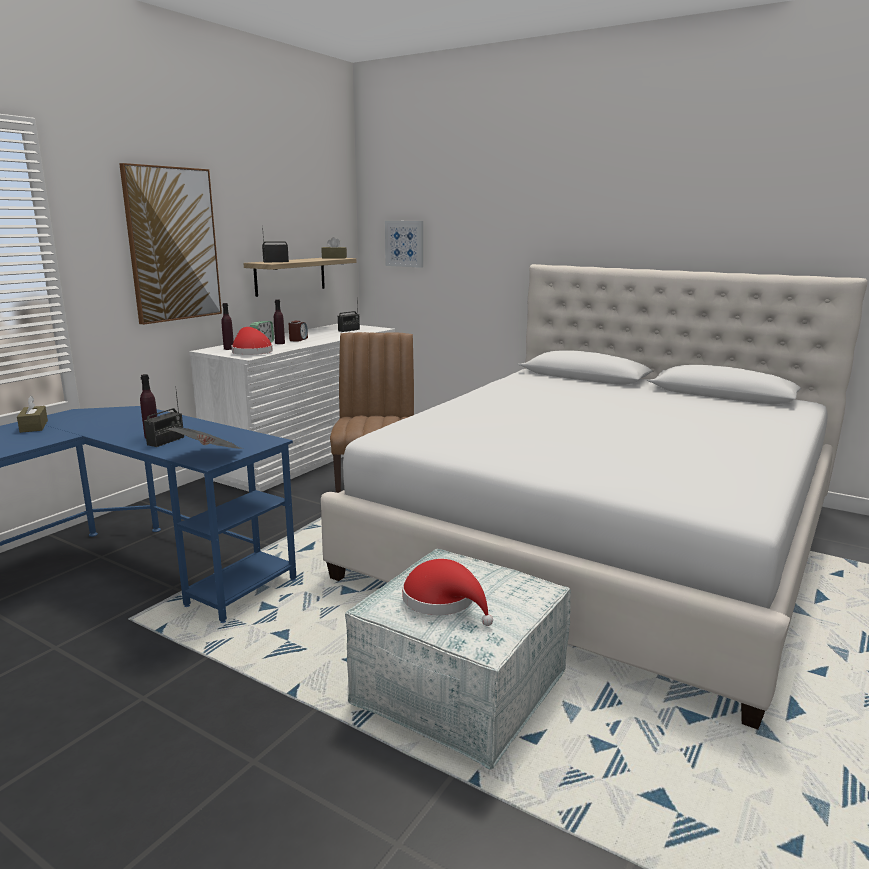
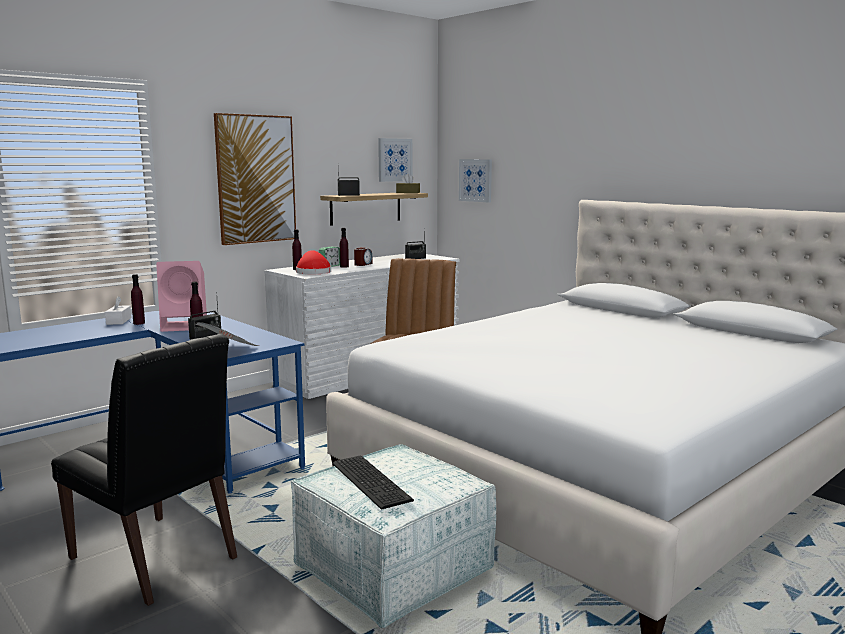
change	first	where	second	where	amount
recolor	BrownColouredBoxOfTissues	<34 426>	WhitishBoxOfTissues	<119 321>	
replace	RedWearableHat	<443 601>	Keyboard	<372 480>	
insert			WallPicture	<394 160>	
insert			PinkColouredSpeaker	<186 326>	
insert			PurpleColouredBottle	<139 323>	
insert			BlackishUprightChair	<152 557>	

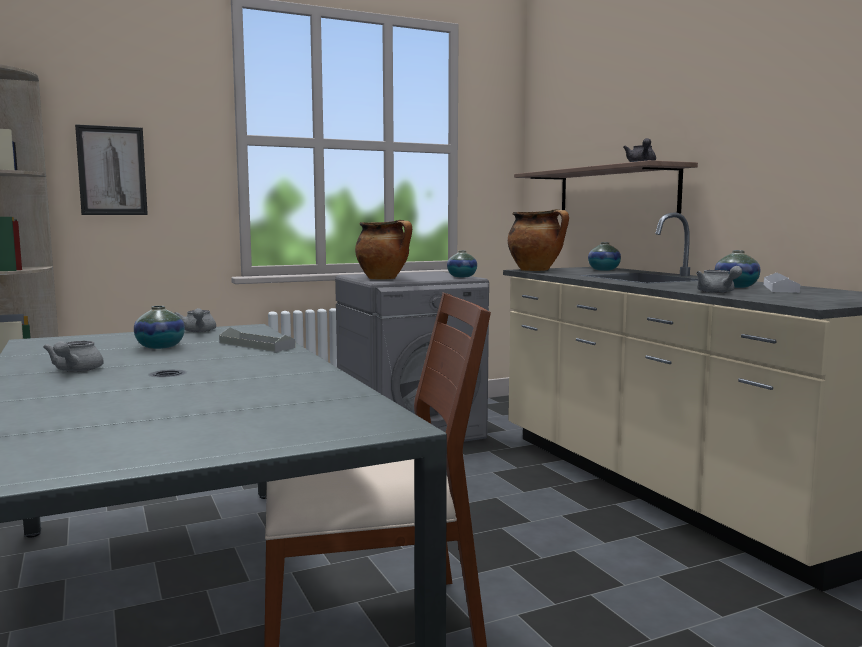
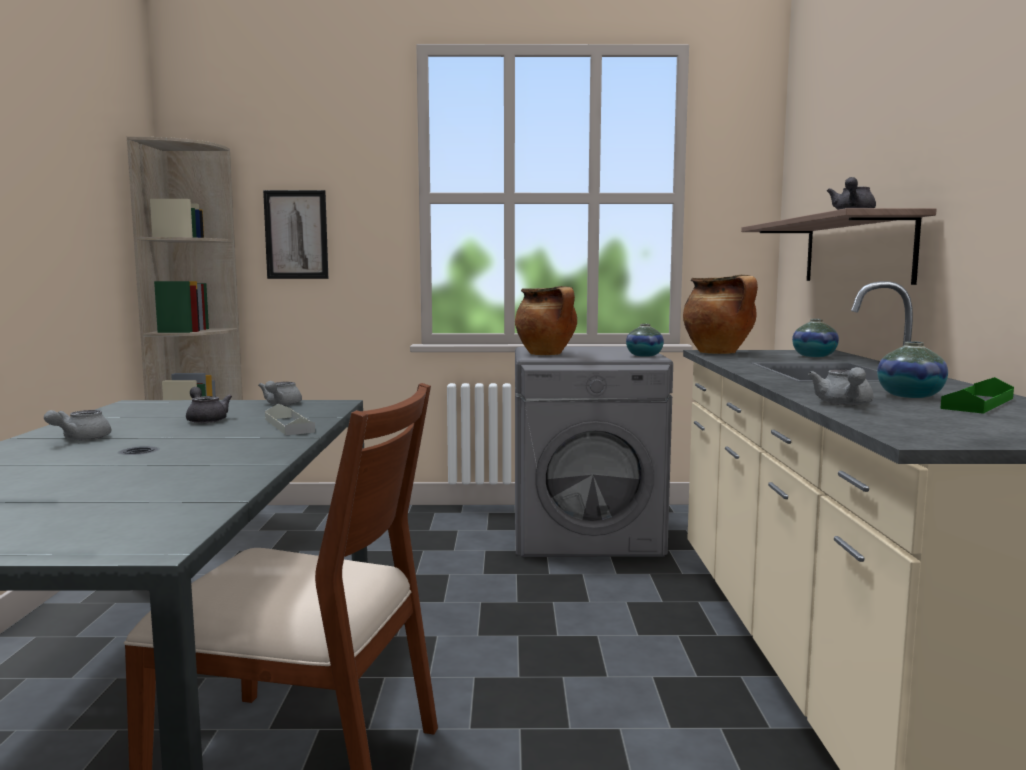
change	first	where	second	where	amount
recolor	WhitishTray	<780 288>	GreenishTray	<978 403>	
replace	FlowerVase	<160 347>	GrayPotForTea	<206 419>	

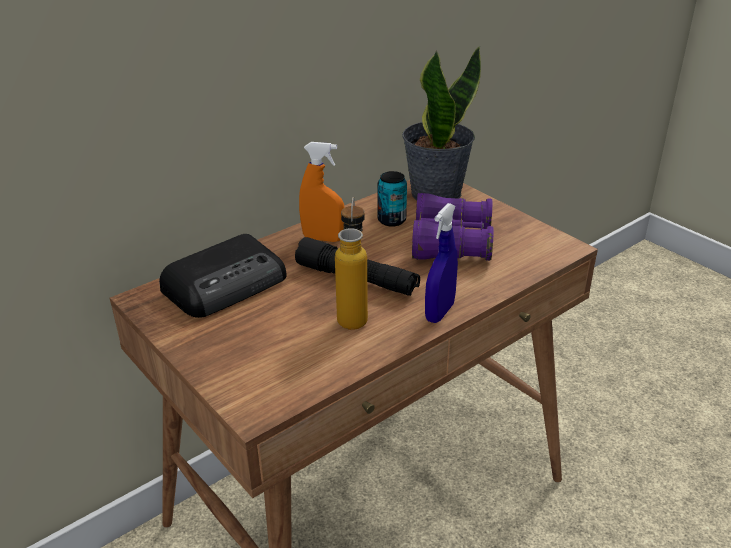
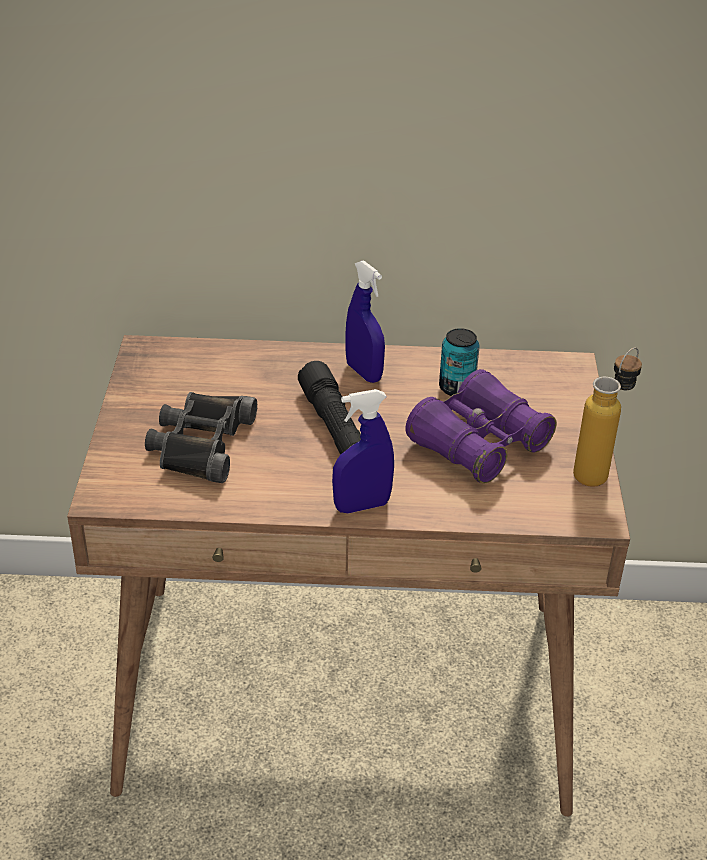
change	first	where	second	where	amount
delete	Houseplant	<435 193>			
recolor	OrangeHandSprayer	<323 238>	BlueHandSprayer	<364 372>	
move	Bottle	<353 314>		<599 470>	
delete	Radio	<227 284>			
insert			BlackishPairOfBinoculars	<200 443>	

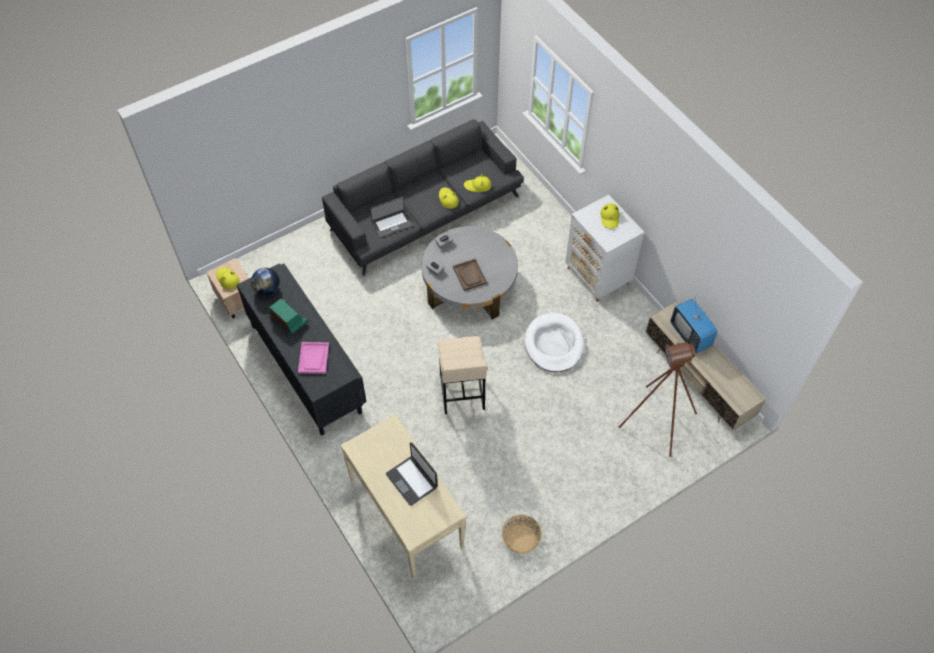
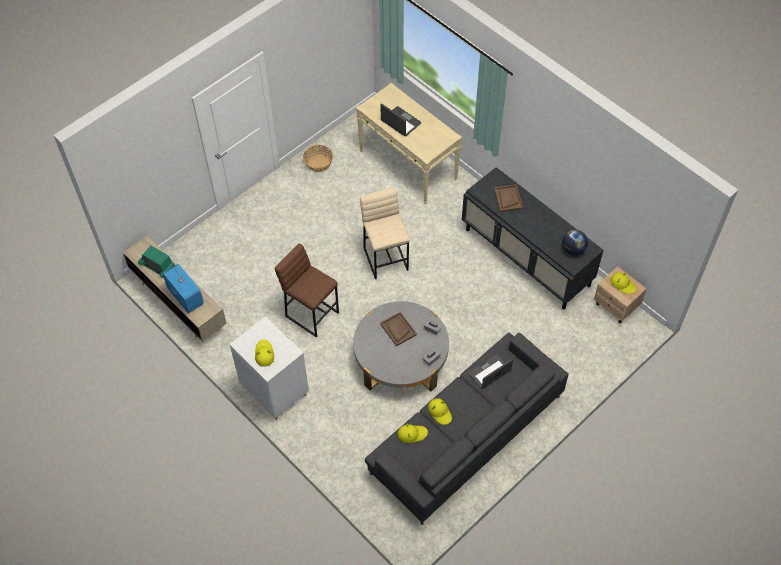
change	first	where	second	where	amount
move	Radio	<288 319>		<157 265>	
replace	WhitishDogBed	<554 344>	BrownColouredSittingStool	<311 313>	
recolor	PinkColouredTray	<314 358>	BrownColouredTray	<508 199>	
delete	BrownColouredStandingLamp	<657 420>			

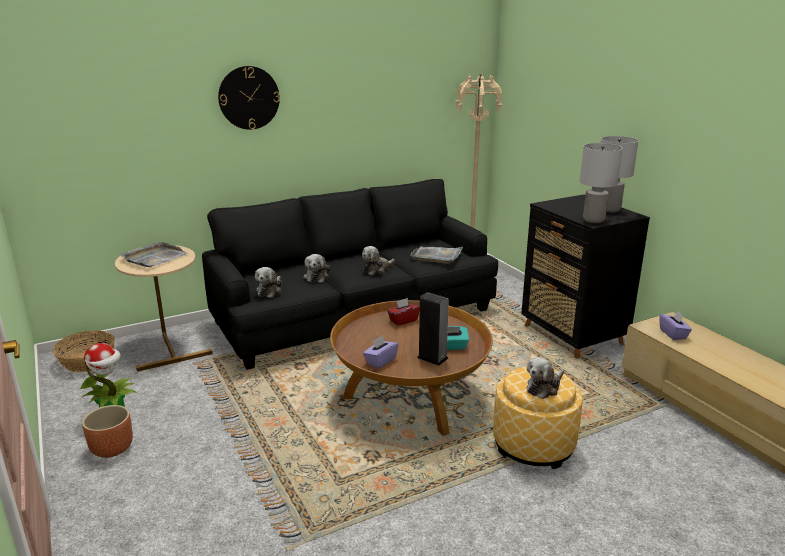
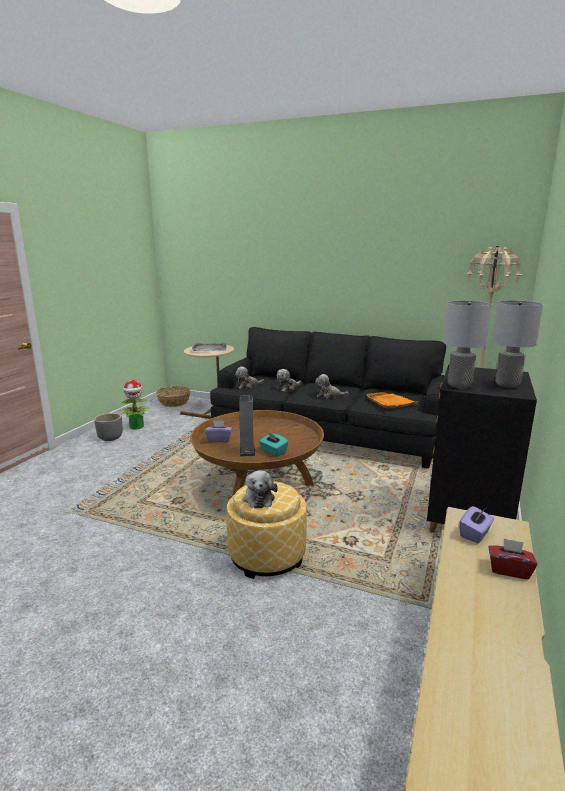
change	first	where	second	where	amount
delete	ClockOnTheWall	<249 98>			
recolor	GrayTray	<437 256>	OrangeTray	<390 402>	
move	RedBoxOfTissues	<403 320>		<509 570>	
rotate	CuddlyToy	<544 387>		<258 498>	105 degrees counterclockwise
recolor	BrownColouredPlantPot	<112 449>	GrayPlantPot	<110 438>	

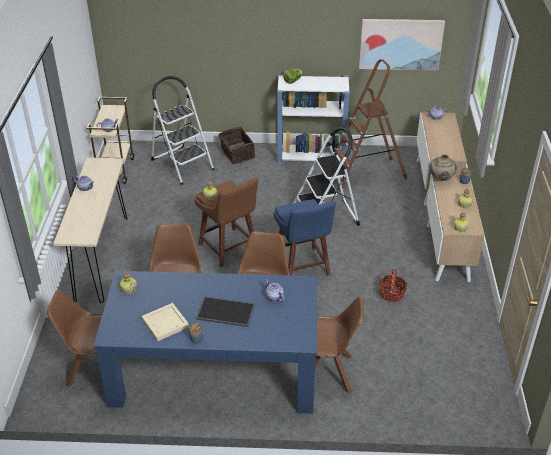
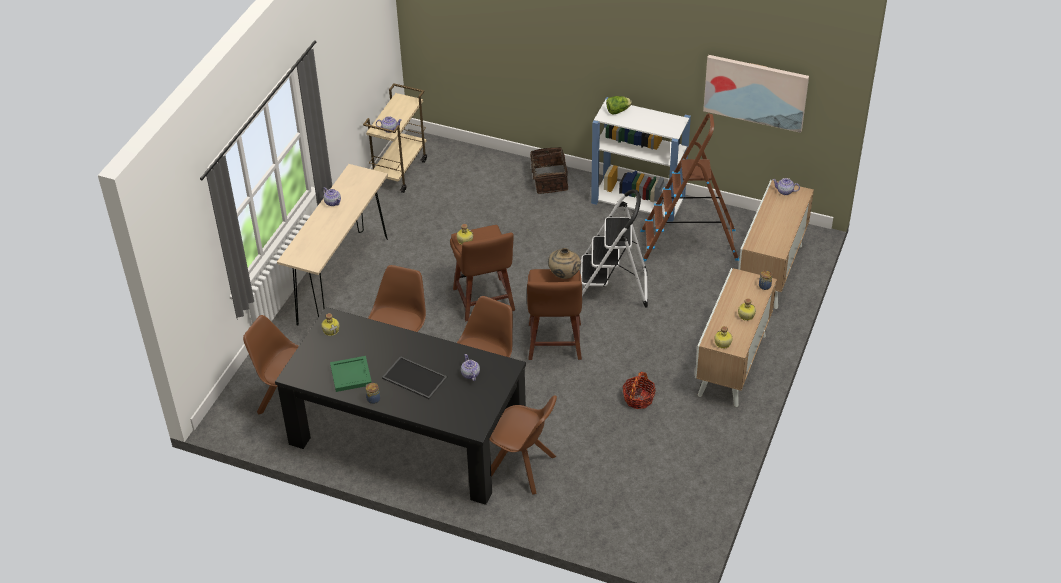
change	first	where	second	where	amount
delete	StepLadder	<181 164>			
move	SandColouredFlowerVase	<440 179>		<564 276>	
recolor	BlueSittingStool	<302 267>	BrownColouredSittingStool	<554 344>	
recolor	BlueKitchenTable	<214 371>	BlackishKitchenTable	<407 435>	
recolor	SandColouredTray	<165 324>	GreenishTray	<350 376>	

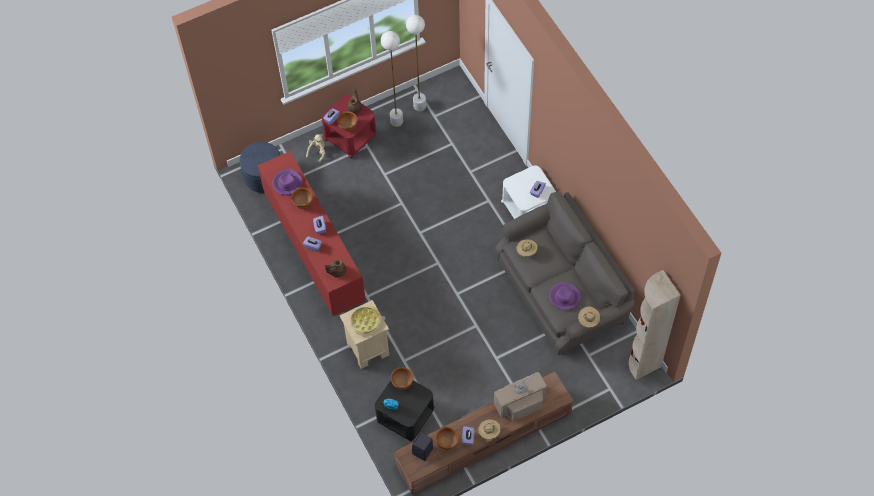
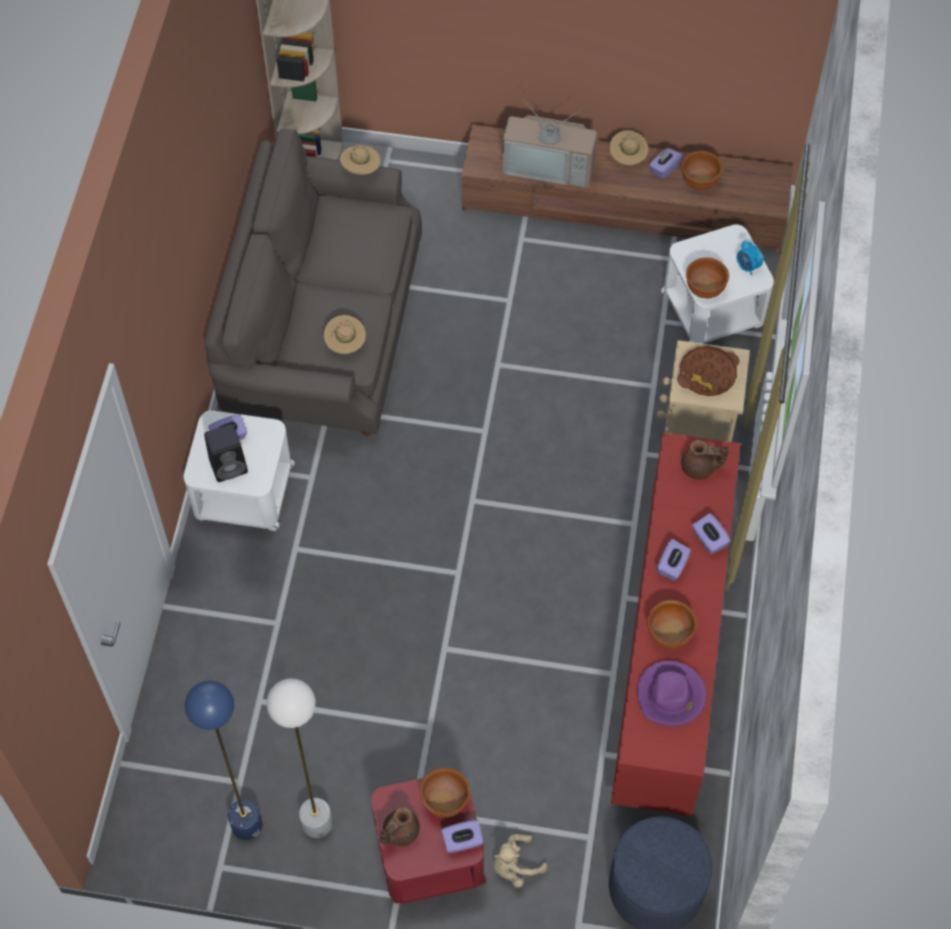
change	first	where	second	where	amount
recolor	WhitishStandingLamp	<419 106>	BlueStandingLamp	<246 825>	
delete	PurpleColouredWearableHat	<564 297>			
recolor	YellowColouredTray	<365 321>	BrownColouredTray	<707 374>	
recolor	BlackishEndTable	<405 416>	WhitishEndTable	<713 308>	
move	BlackishSpeaker	<422 452>		<229 465>	

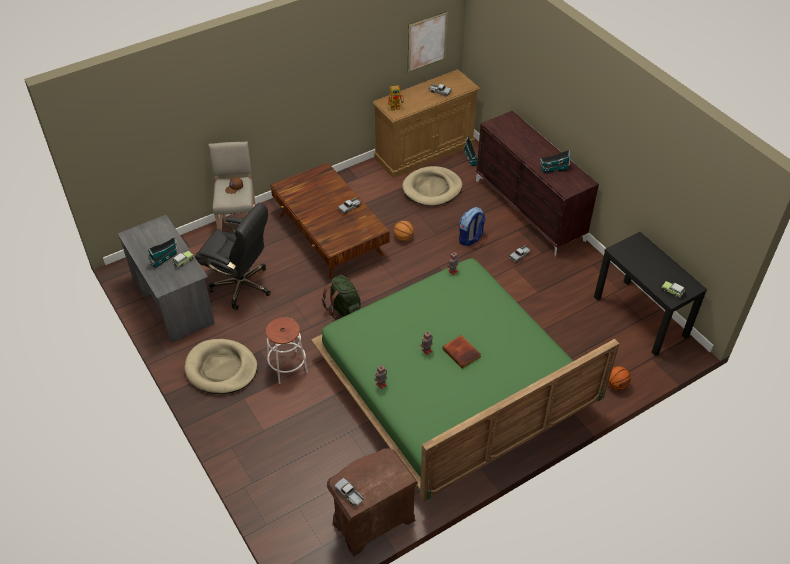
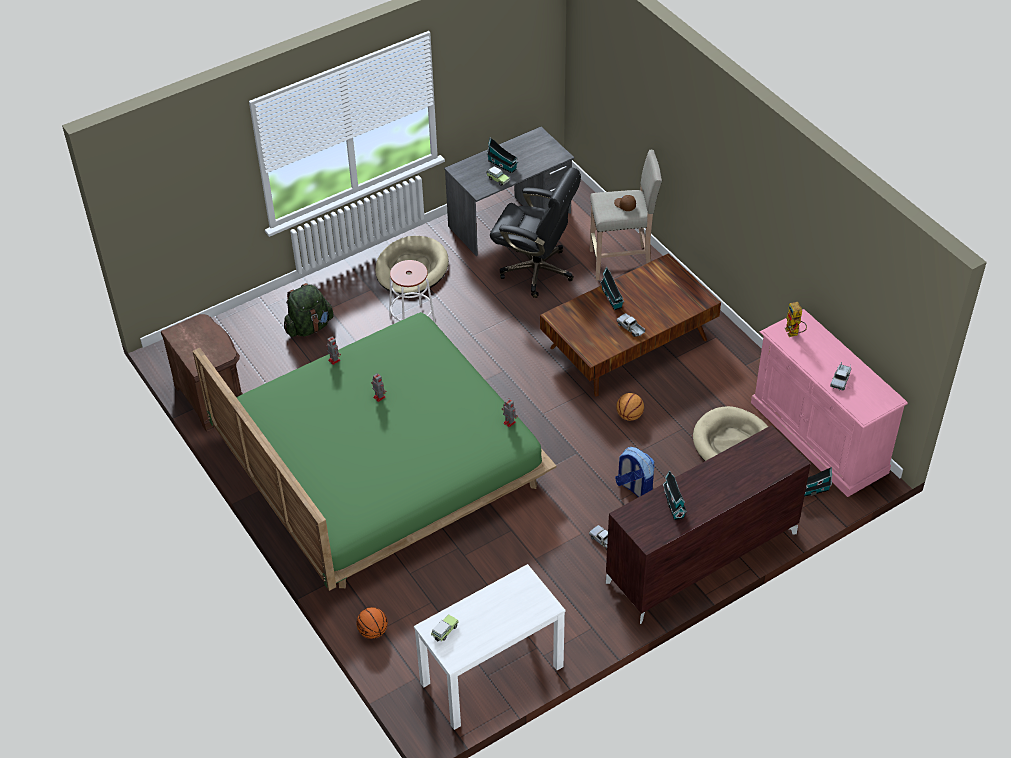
change	first	where	second	where	amount
delete	WallPicture	<427 41>			
recolor	BrownColouredCupboard	<425 151>	PinkColouredCupboard	<818 438>	
rotate	BlackishComputerChair	<240 285>		<535 271>	90 degrees counterclockwise
recolor	BlackishNarrowTable	<640 317>	WhitishNarrowTable	<491 675>	
move	GreenishRucksack	<344 309>		<309 327>	
delete	Book	<462 352>			
delete	ModelTruck	<349 494>			
insert			MiniatureHouse	<612 299>	

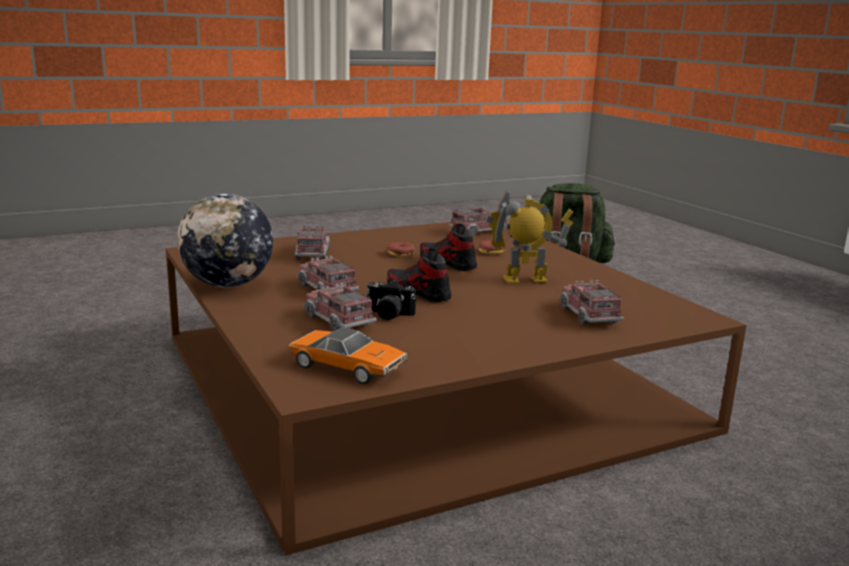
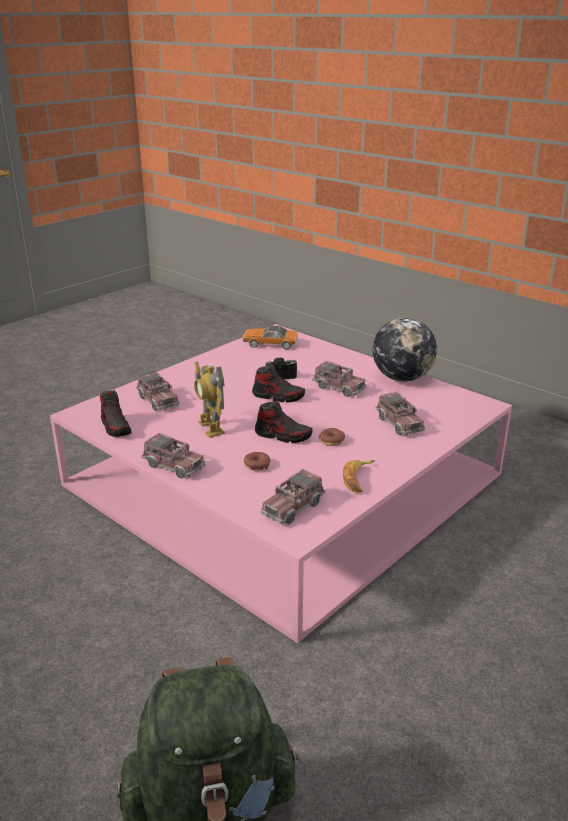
change	first	where	second	where	amount
rotate	RobotFigure	<525 280>		<210 428>	90 degrees clockwise
recolor	BrownColouredLoungeTable	<420 382>	PinkColouredLoungeTable	<283 478>	
move	ModelTruck	<338 321>		<174 465>	
insert			LowShoe	<115 426>	
insert			Banana	<359 479>	

